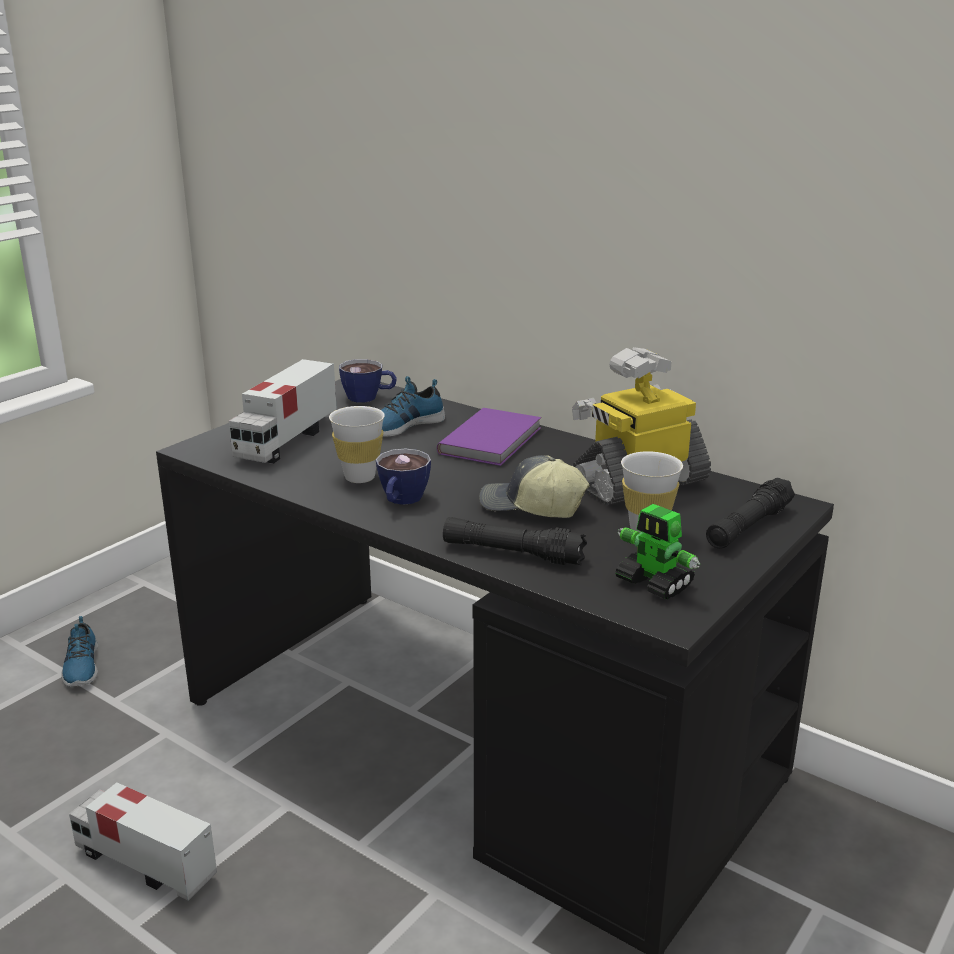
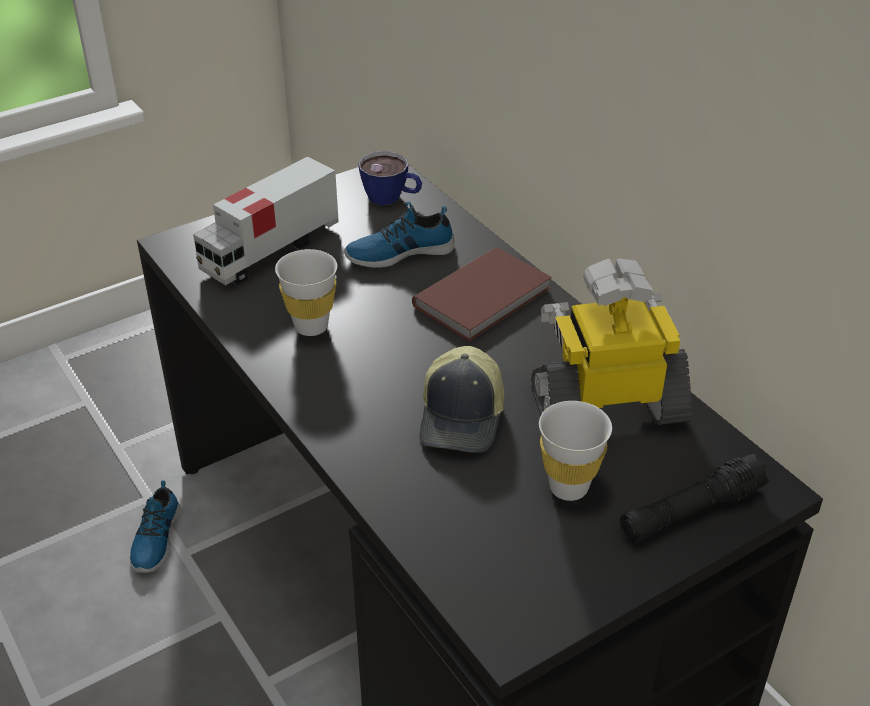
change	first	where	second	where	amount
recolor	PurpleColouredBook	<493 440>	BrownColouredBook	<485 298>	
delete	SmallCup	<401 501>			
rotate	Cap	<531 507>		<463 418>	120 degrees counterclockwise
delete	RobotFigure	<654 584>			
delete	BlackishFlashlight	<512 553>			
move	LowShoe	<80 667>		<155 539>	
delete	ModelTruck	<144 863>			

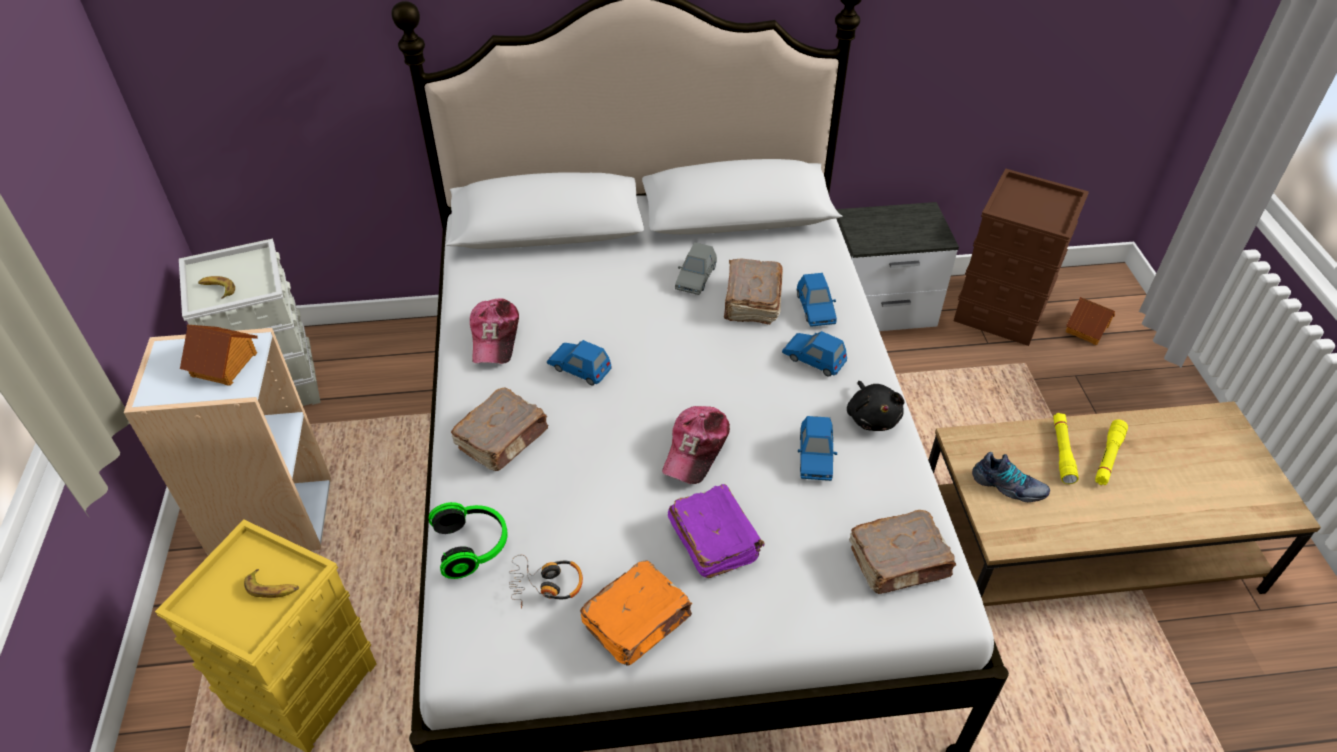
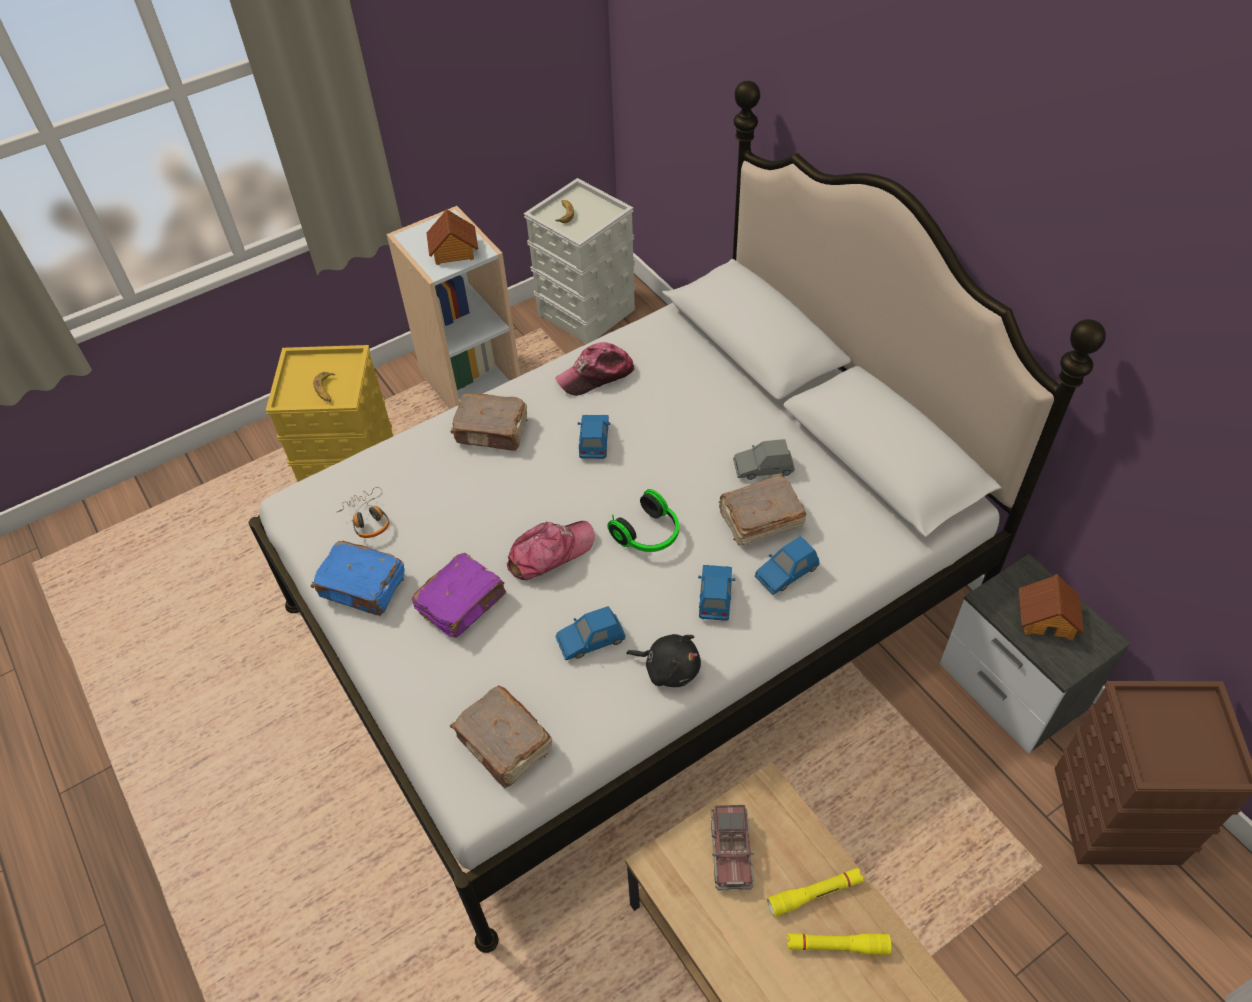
change	first	where	second	where	amount
move	MiniatureHouse	<1086 328>		<1047 618>	
rotate	BlackishCuddlyToy	<872 417>		<669 668>	120 degrees counterclockwise
rotate	Cap	<696 449>		<550 553>	150 degrees clockwise
replace	LowShoe	<1008 486>	ModelTruck	<731 851>	
move	Headset	<473 546>		<649 535>	
recolor	OrangeBook	<638 621>	BlueBook	<363 587>	

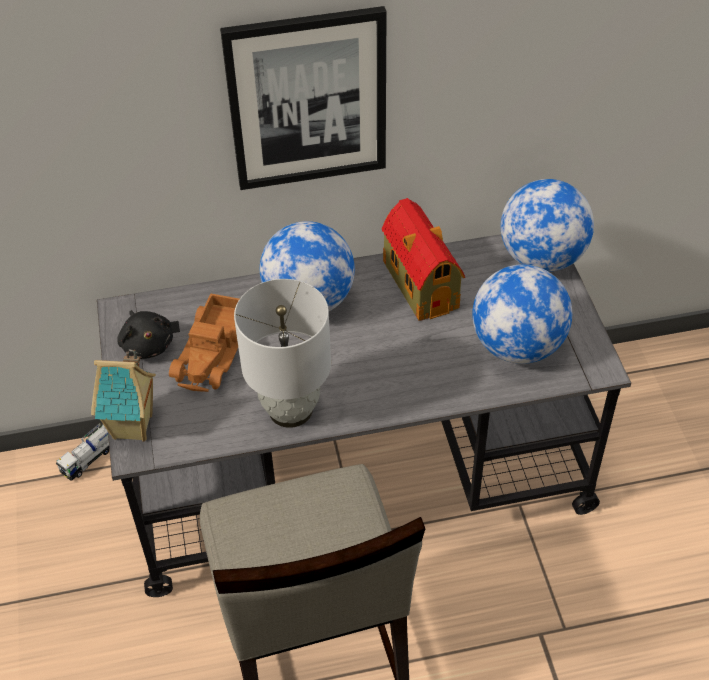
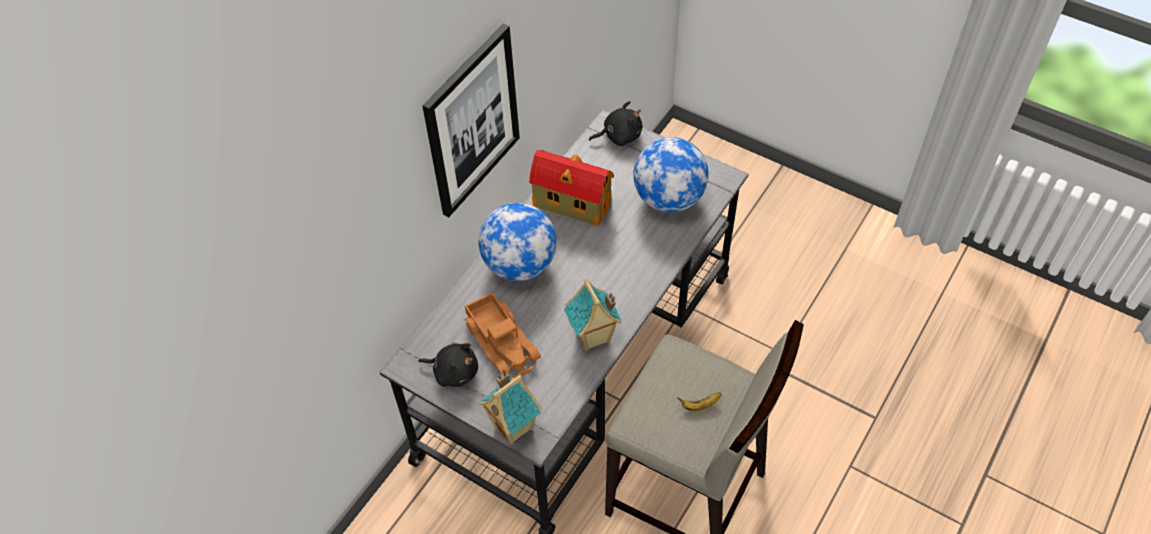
change	first	where	second	where	amount
replace	WorldGlobe	<541 258>	BlackishCuddlyToy	<619 136>	
replace	WhitishTableLamp	<290 410>	MiniatureHouse	<592 337>	
delete	ModelTruck	<91 457>			
insert			Banana	<700 405>	

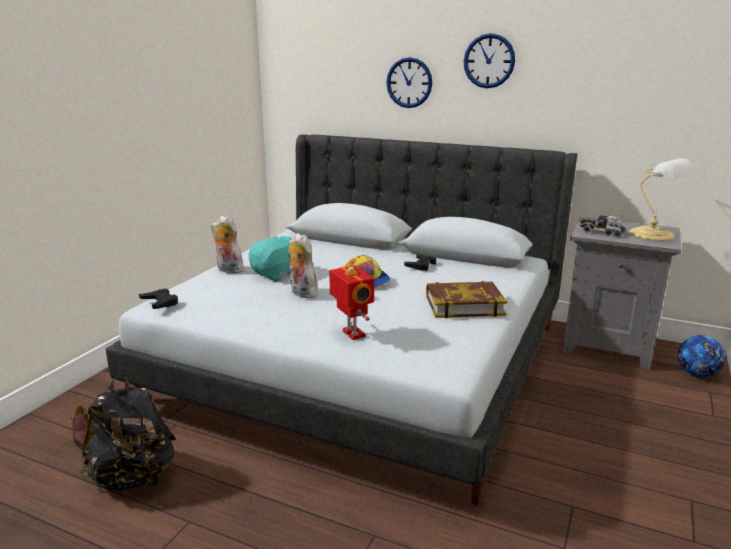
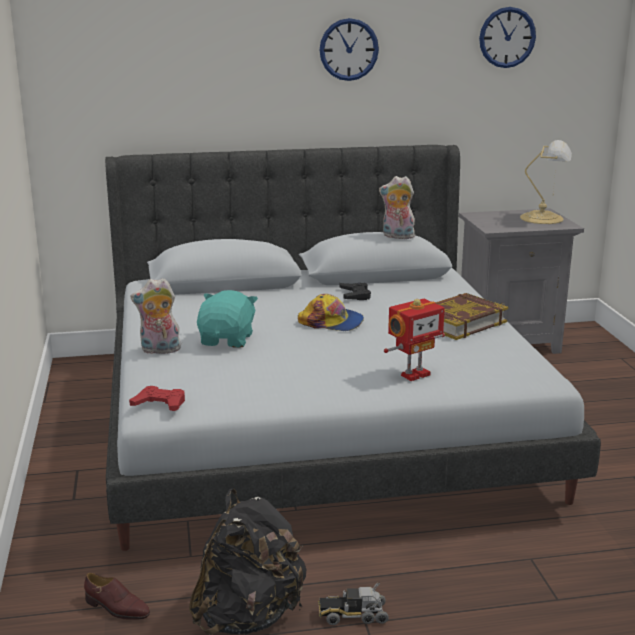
change	first	where	second	where	amount
move	ClockOnTheWall	<409 83>		<507 37>	
move	ModelTruck	<601 232>		<353 615>	
move	CuddlyToy	<301 293>		<397 237>	
rotate	RobotFigure	<352 334>		<414 374>	120 degrees clockwise
recolor	BlackishJoypad	<160 302>	RedJoypad	<159 404>	
delete	BallForFootball	<697 374>			

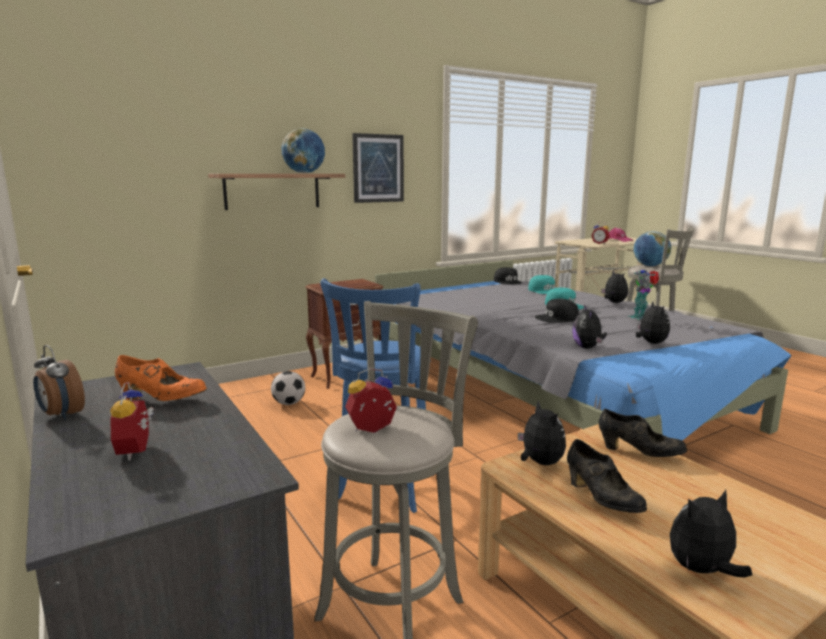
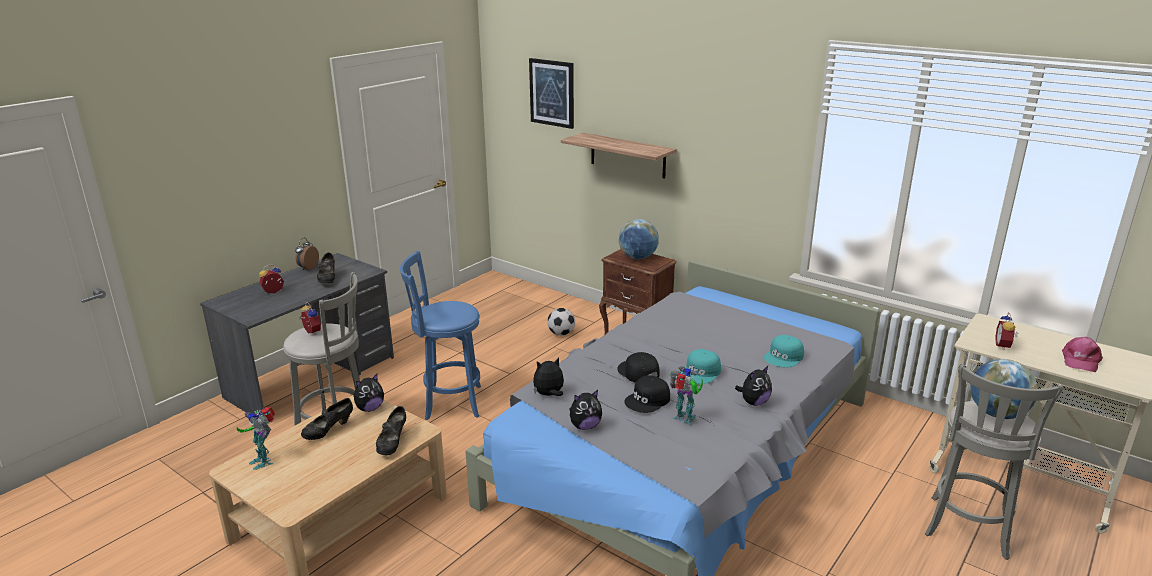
change	first	where	second	where	amount
move	WorldGlobe	<304 173>		<638 258>	
move	WallPicture	<378 168>		<552 93>	
move	BlackishCap	<508 281>		<648 400>	
recolor	OrangeLowShoe	<162 400>	BlackishLowShoe	<328 279>	
replace	CuddlyToy	<701 571>	RobotFigure	<263 460>	

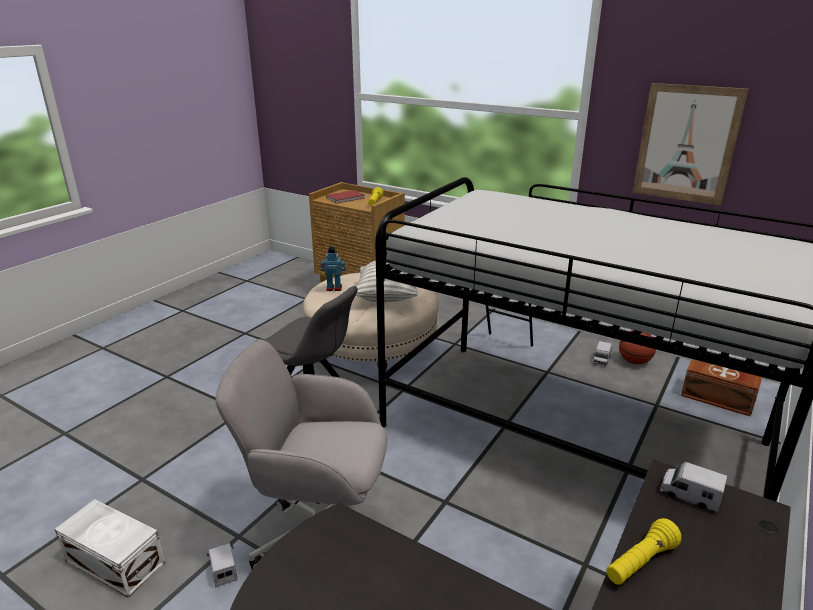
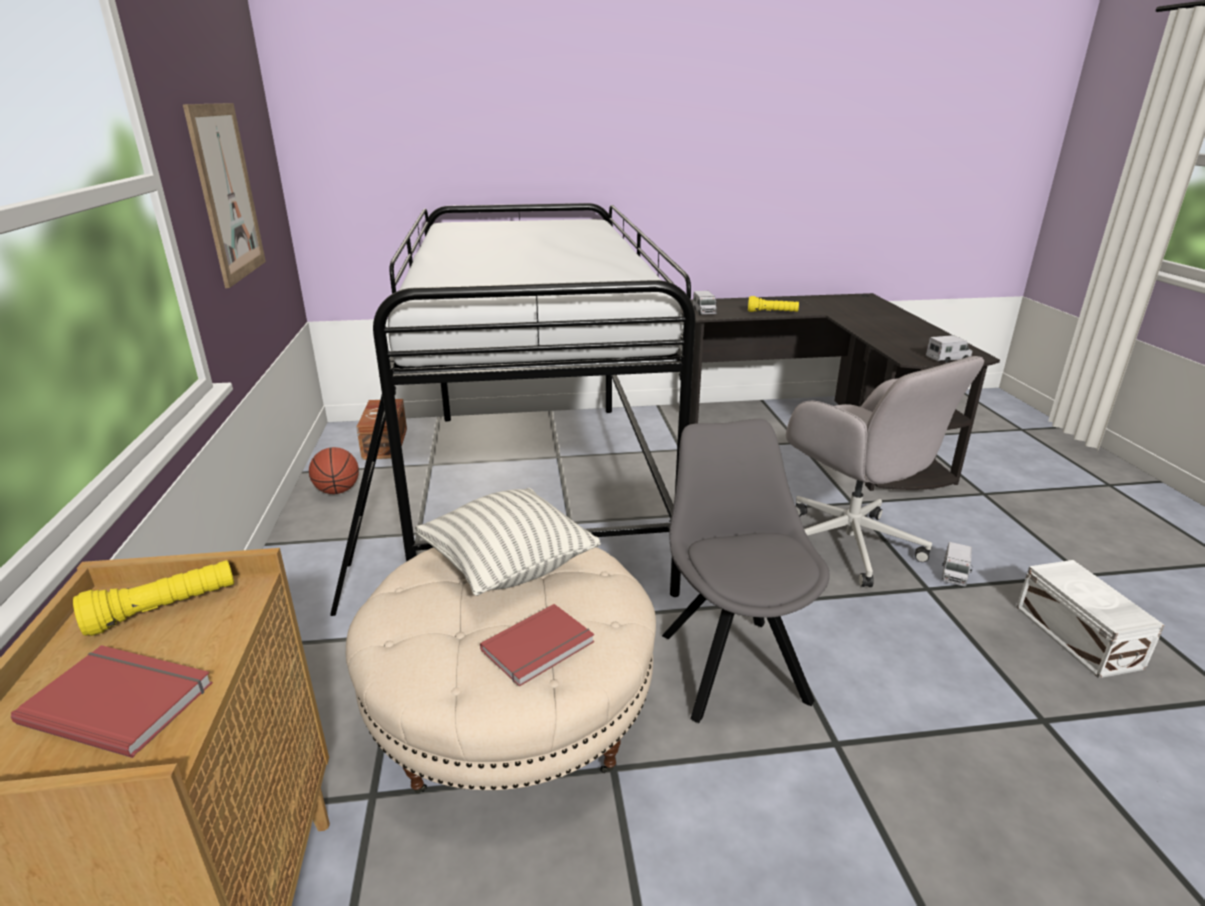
change	first	where	second	where	amount
replace	RobotFigure	<334 288>	RedBook	<540 648>	
move	ModelTruck	<601 360>		<948 358>	

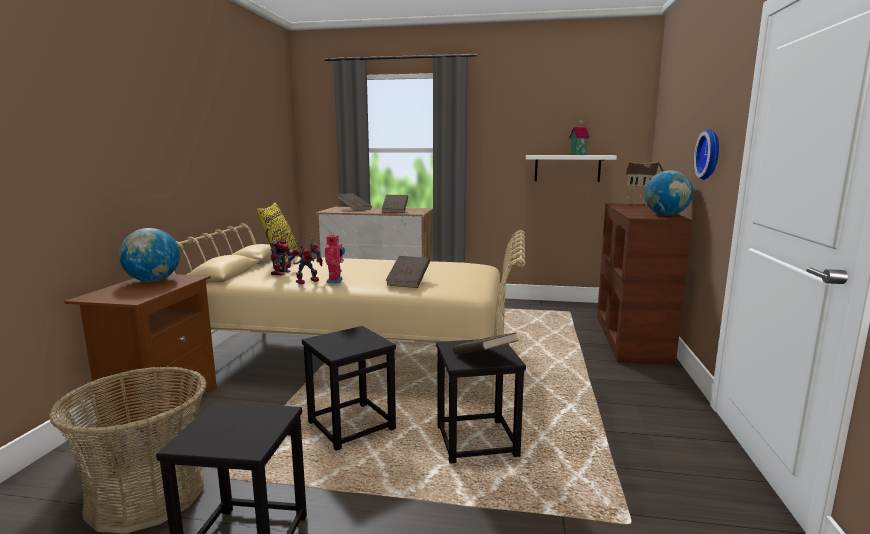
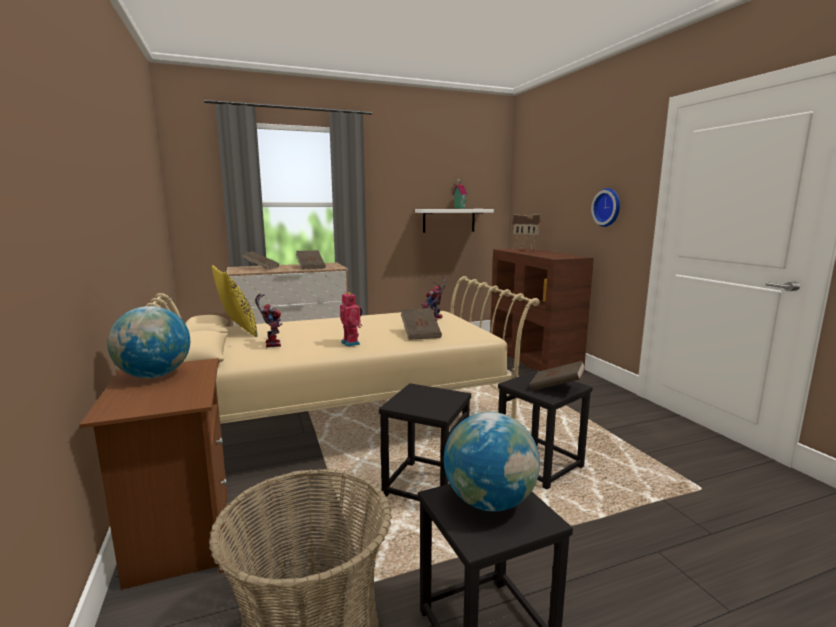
change	first	where	second	where	amount
move	WorldGlobe	<666 215>		<489 502>	
move	RobotFigure	<306 282>		<434 319>	

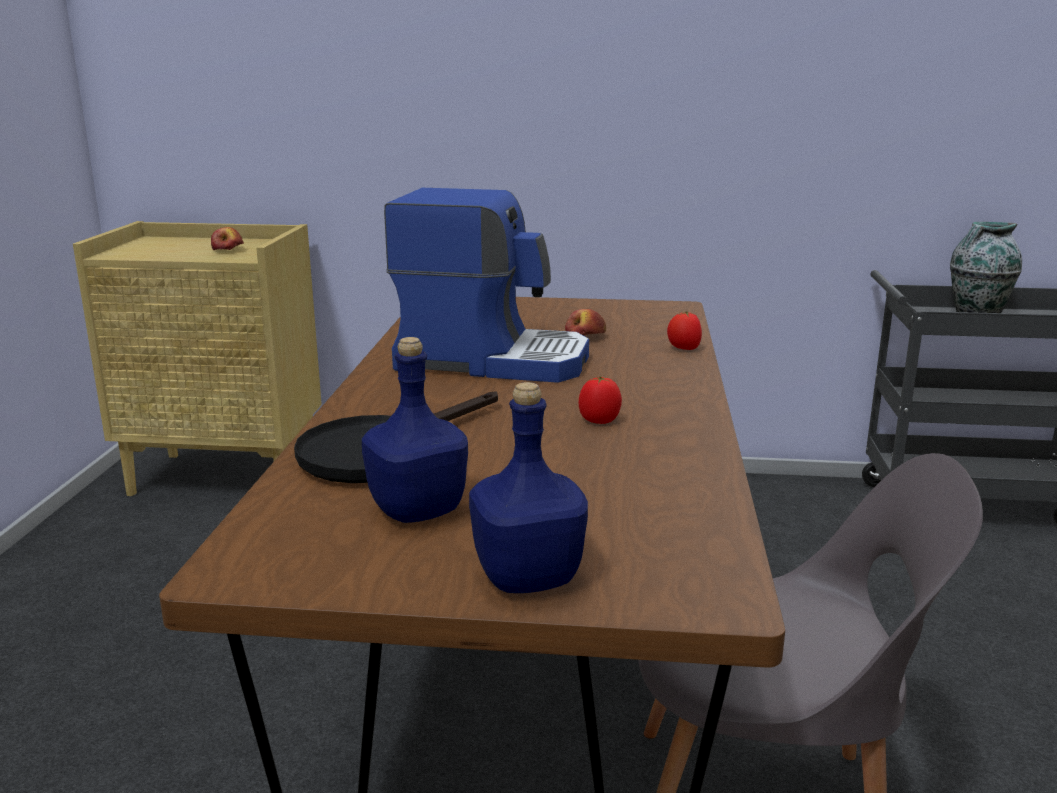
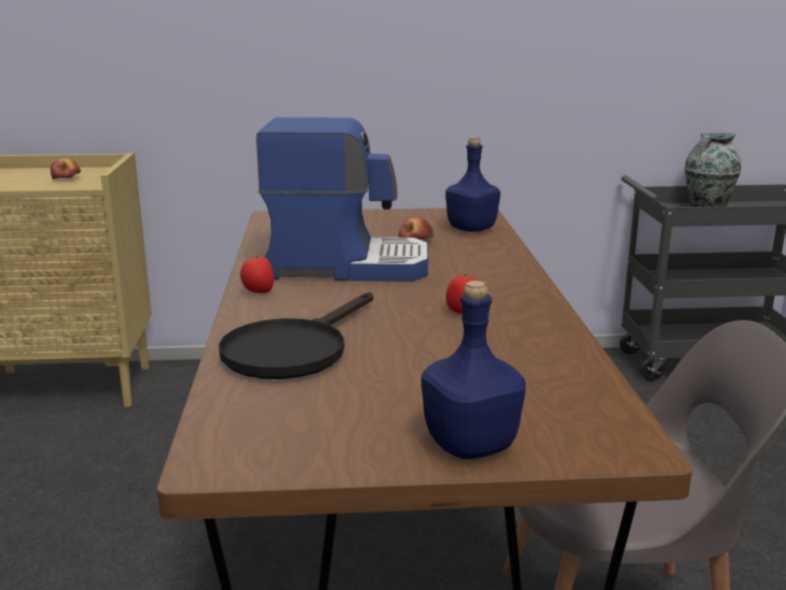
change	first	where	second	where	amount
move	FreshTomato	<683 349>		<258 292>	
move	BlueBottle	<419 509>		<472 228>	

